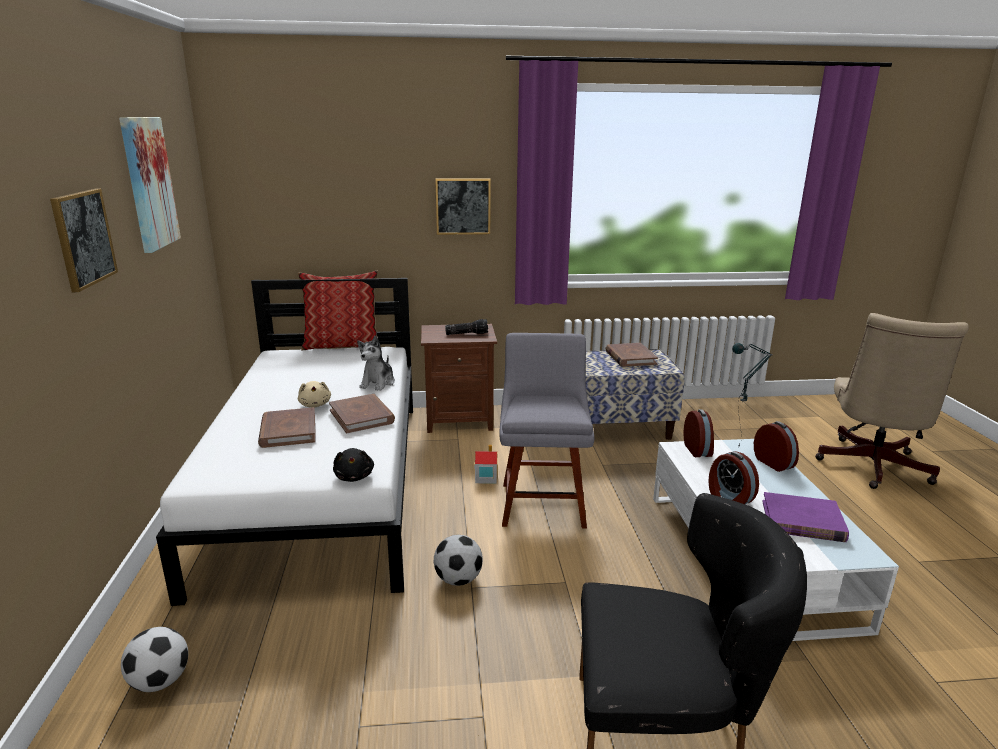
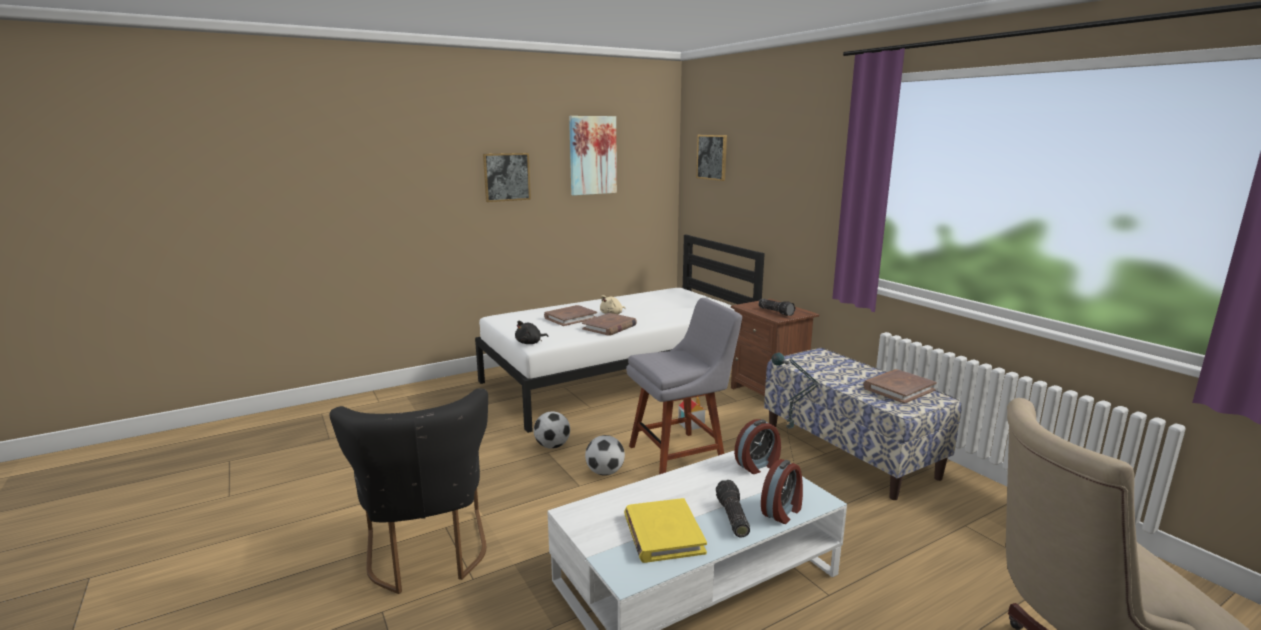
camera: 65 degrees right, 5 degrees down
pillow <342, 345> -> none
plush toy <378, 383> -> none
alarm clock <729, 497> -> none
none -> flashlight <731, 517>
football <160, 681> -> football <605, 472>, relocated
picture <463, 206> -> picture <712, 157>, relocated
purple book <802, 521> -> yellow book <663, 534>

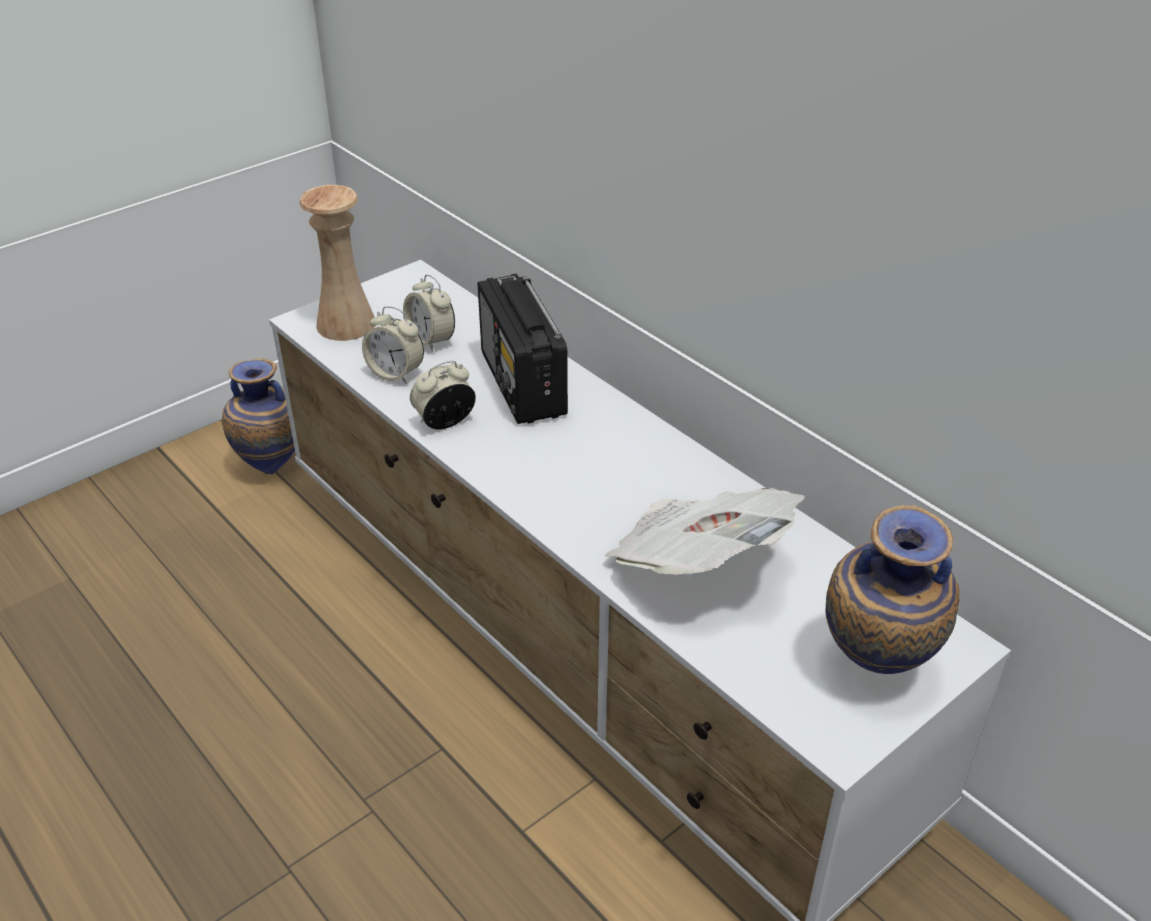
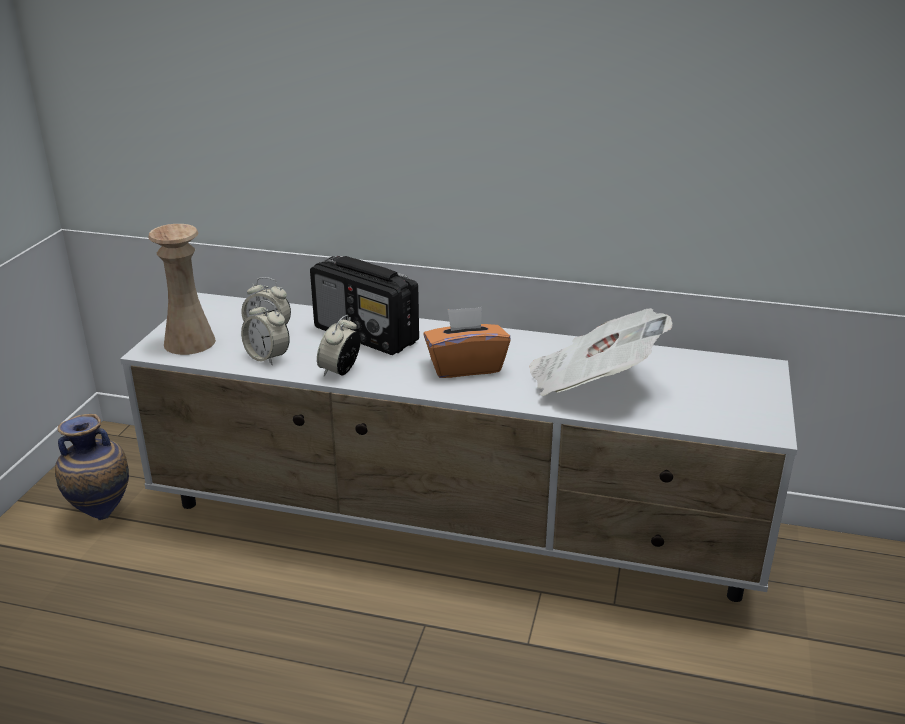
camera: 35 degrees left, 10 degrees down
vase <874, 671> -> none
none -> orange tissue box <465, 366>
alarm clock <395, 373> -> alarm clock <267, 357>, 45 degrees clockwise

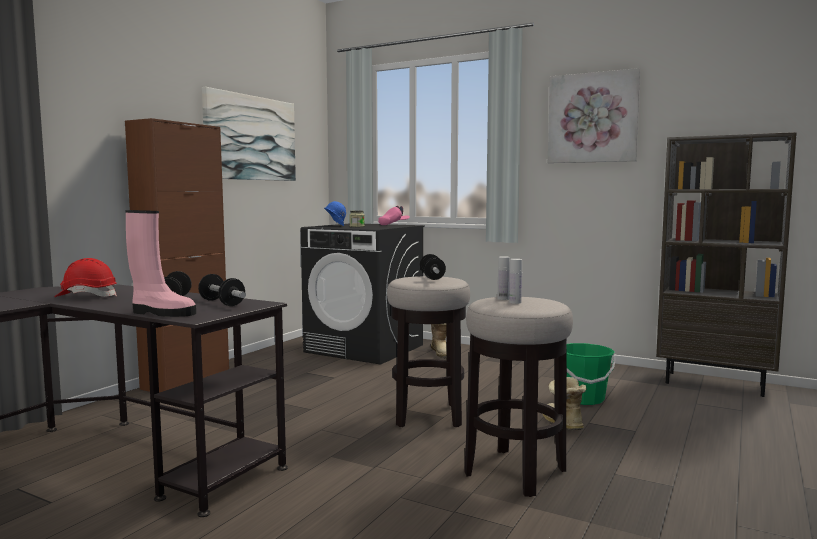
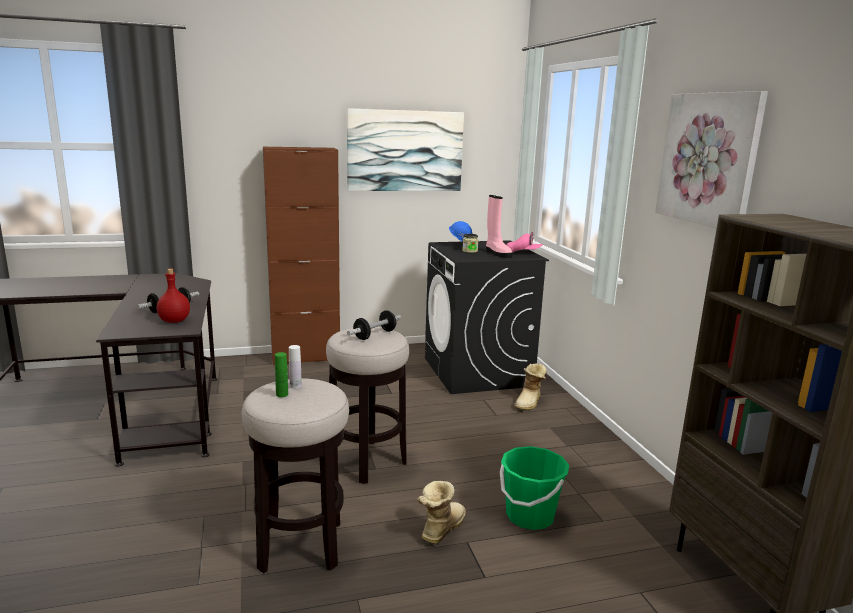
camera: 45 degrees right, 10 degrees up
red hard hat <87, 296> -> none
pink boot <161, 313> -> pink boot <497, 253>, relocated
dumbbell <222, 303> -> red bottle <175, 321>
white bottle <515, 302> -> green bottle <282, 394>

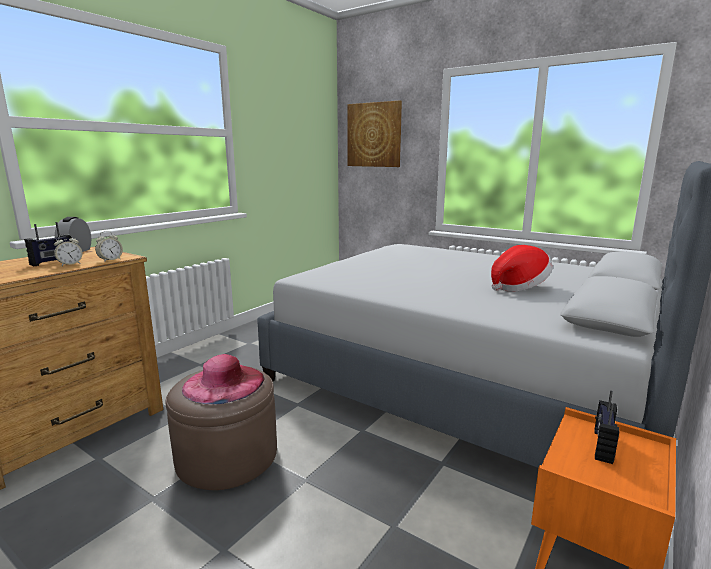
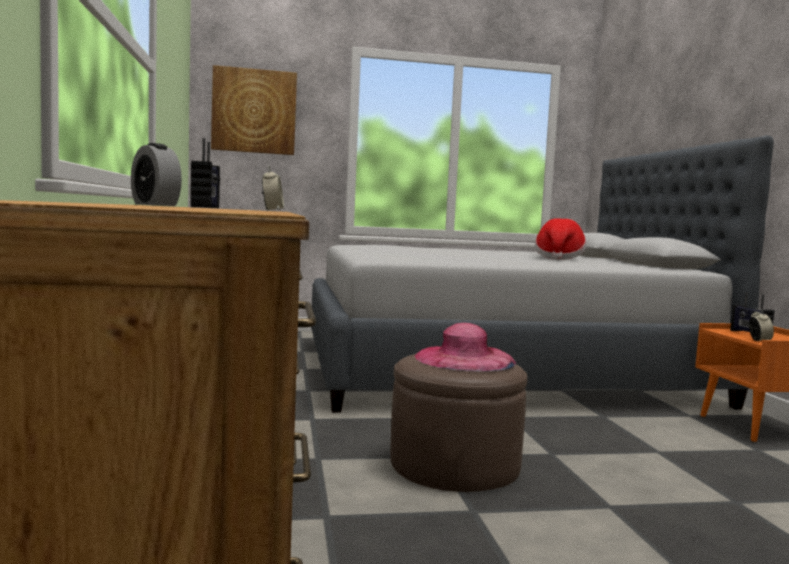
camera: 45 degrees left, 10 degrees down
alarm clock <70, 264> -> alarm clock <759, 341>, relocated

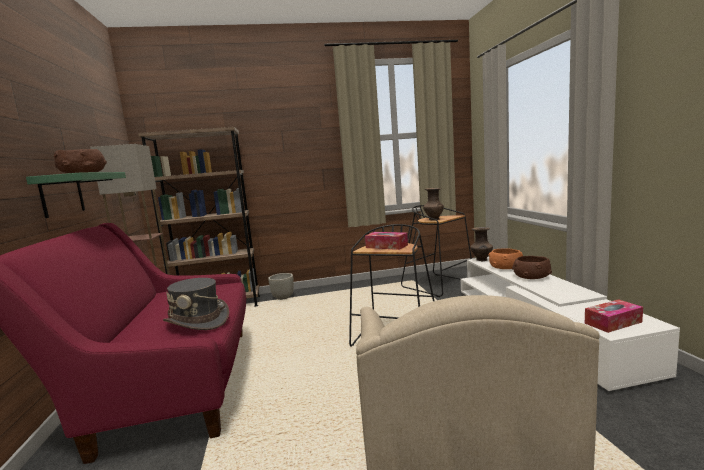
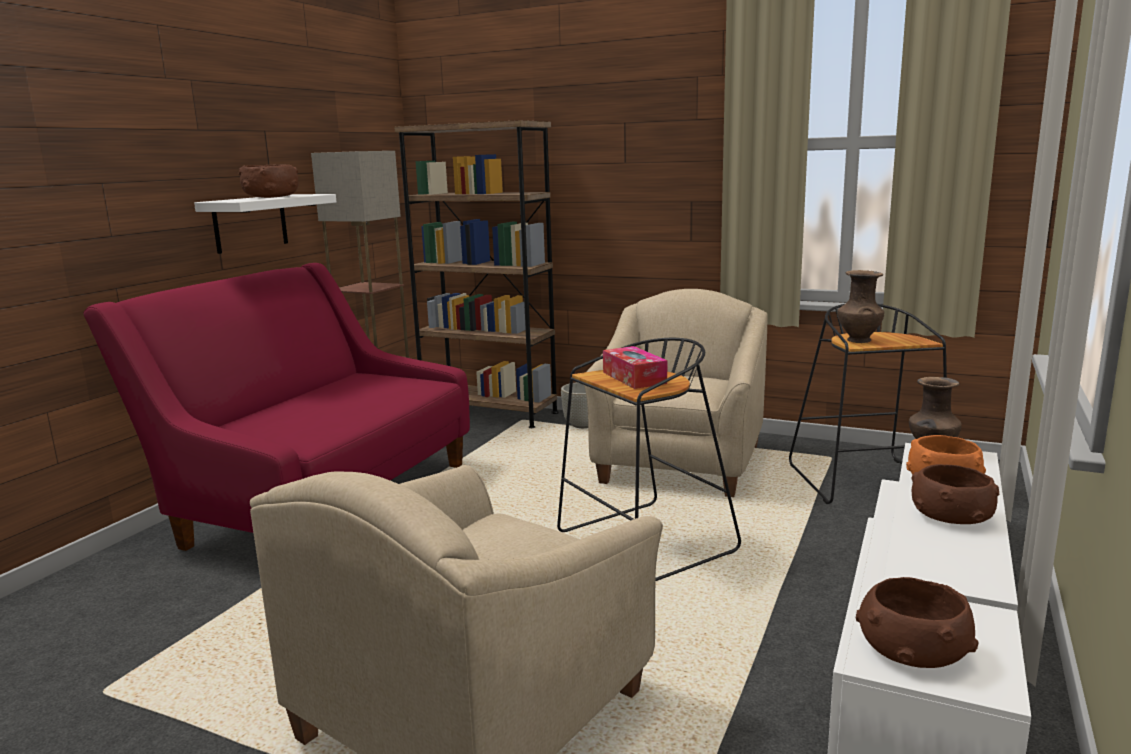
camera: 35 degrees right, 5 degrees up
grey hat <198, 321> -> none
none -> beige armchair <679, 464>
tissue box <613, 322> -> brown bowl <912, 650>
green shelf <62, 195> -> white shelf <250, 223>

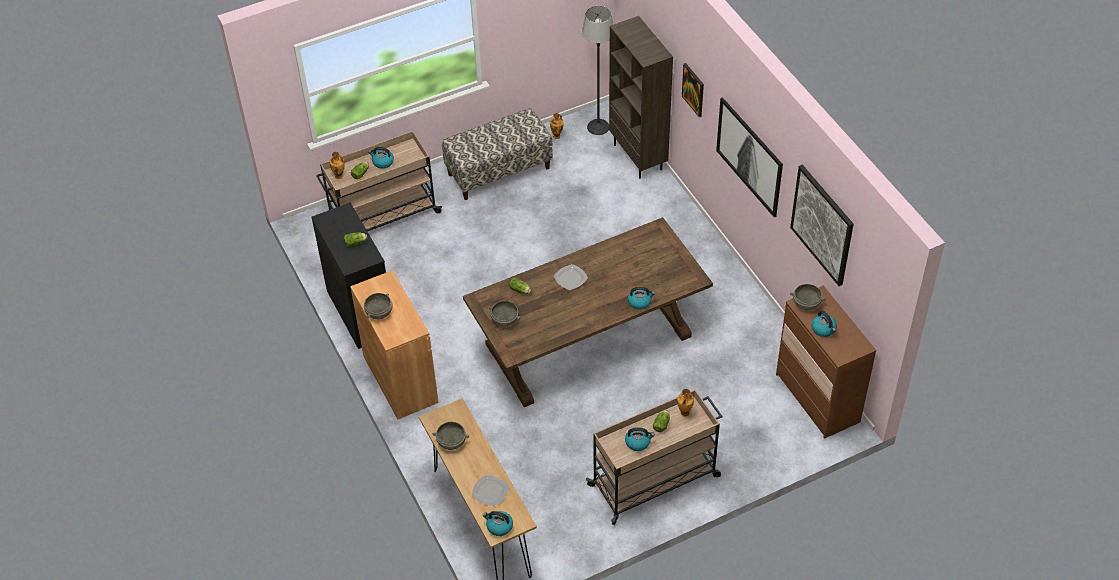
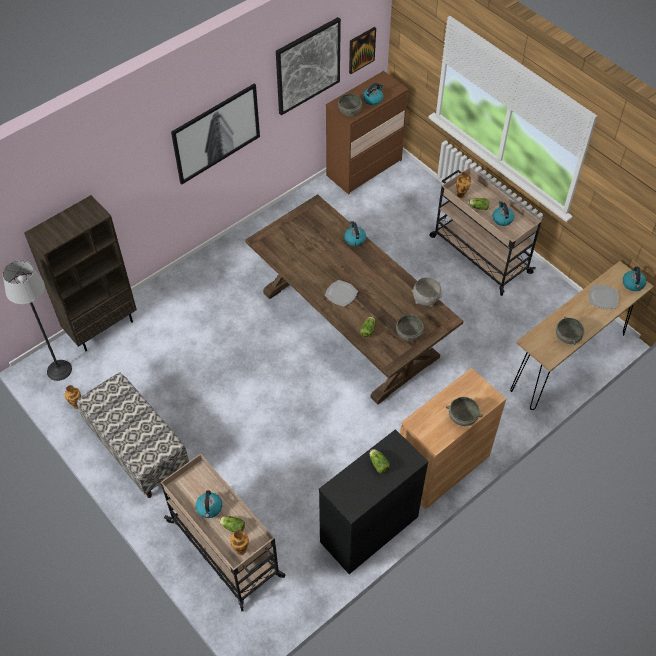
camera: 105 degrees left, 5 degrees up
none -> grey bowl <425, 300>
picture <693, 89> -> picture <361, 50>, relocated

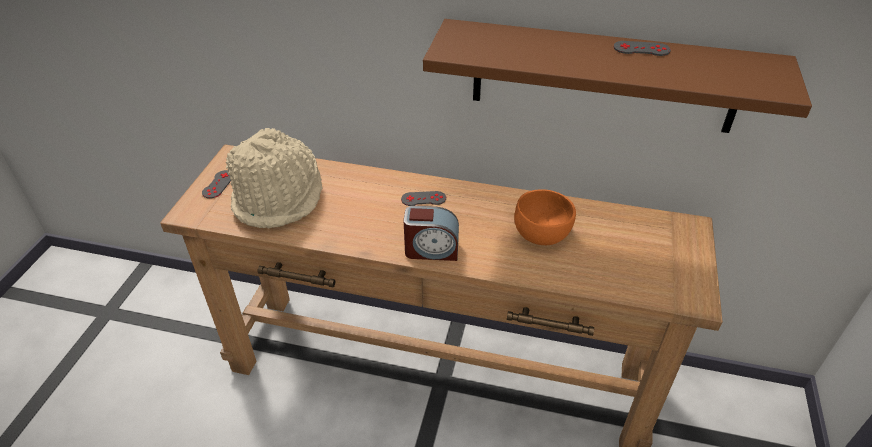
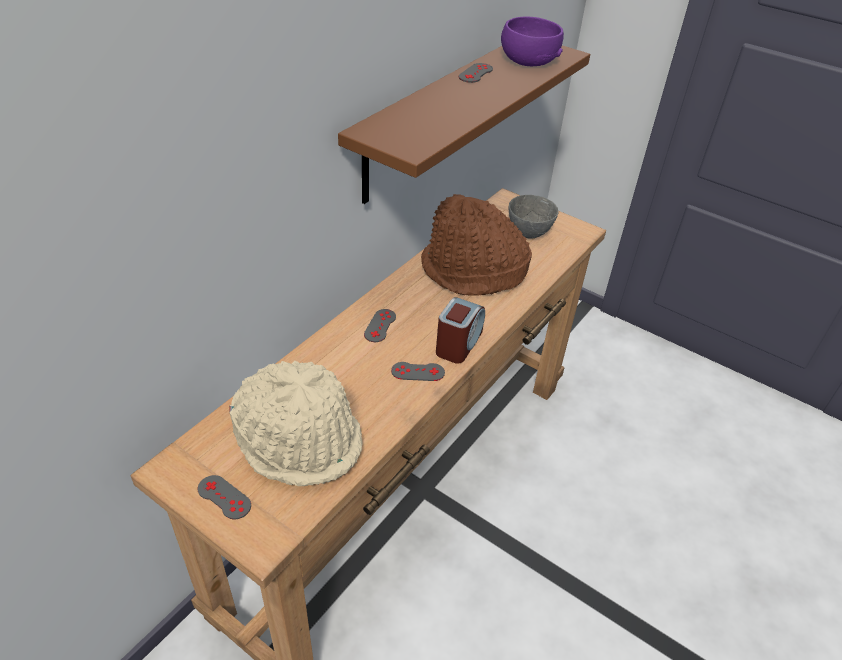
camera: 70 degrees left, 0 degrees up
none -> grey game controller <418, 372>
none -> purple bowl <528, 60>
none -> grey bowl <527, 233>
orange bowl <542, 233> -> brown hat <473, 272>

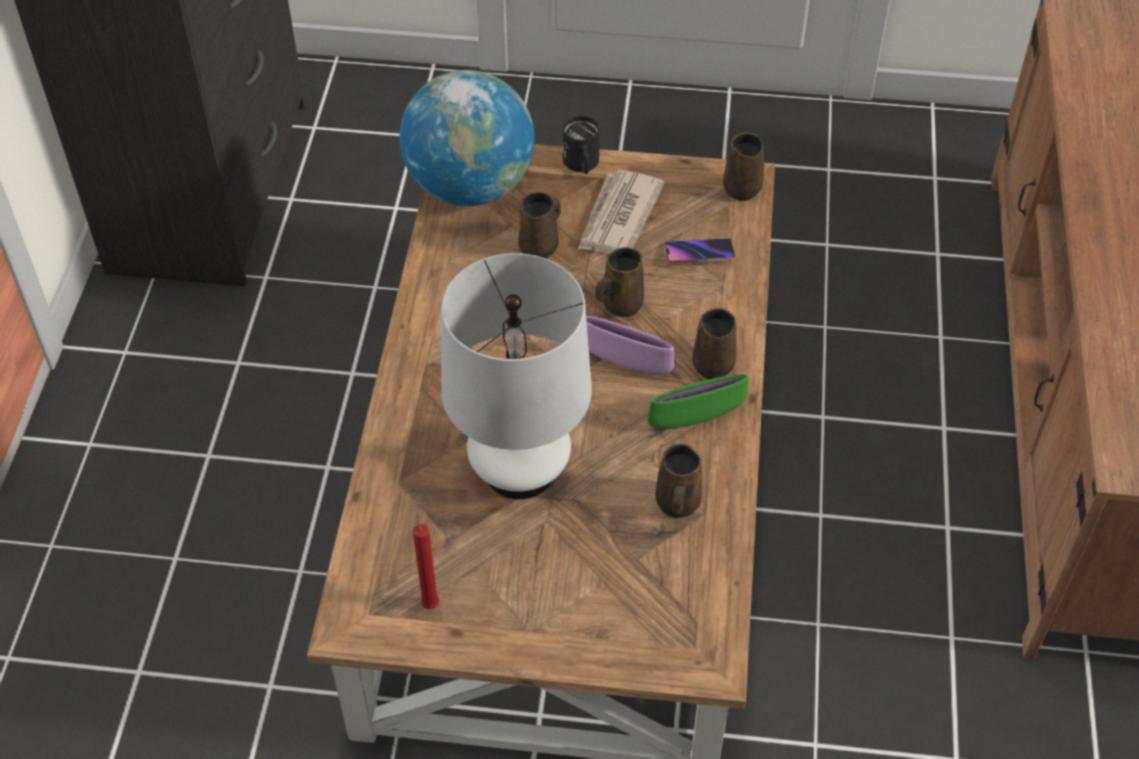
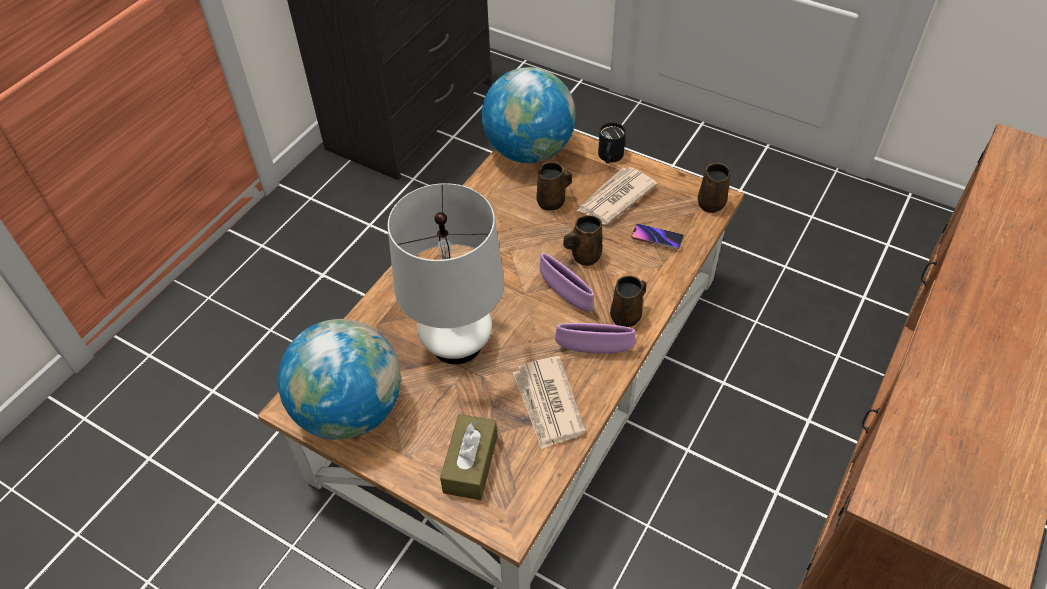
camera: 25 degrees right, 0 degrees up
none -> brown tissue box <470, 464>
red candle <430, 602> -> globe <350, 410>
brown mug <677, 504> -> newspaper <548, 404>
green bowl <696, 418> -> purple bowl <594, 349>

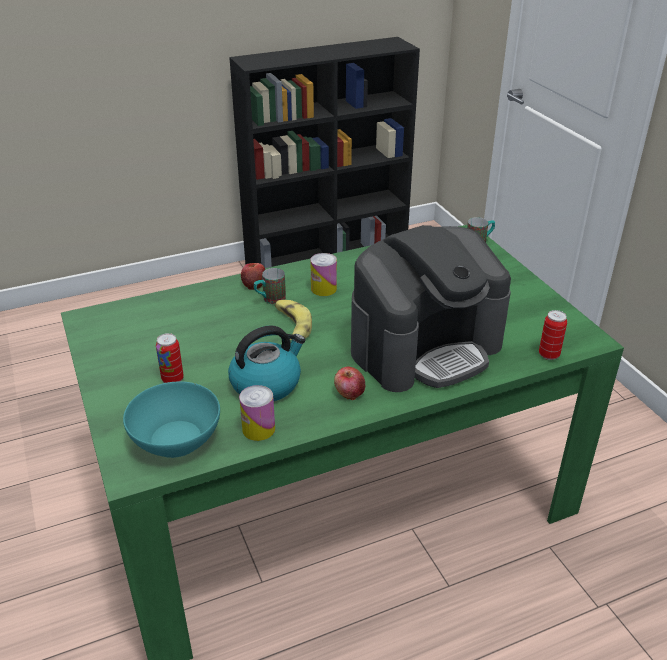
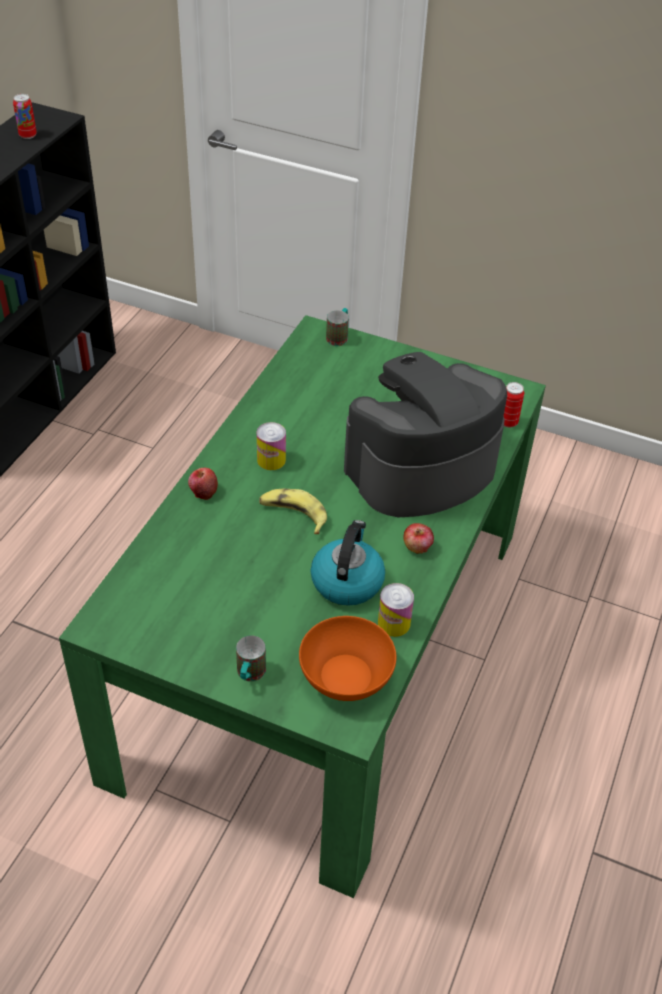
camera: 45 degrees left, 10 degrees up
can <172, 379> -> can <28, 135>, relocated
mug <270, 300> -> mug <249, 675>, relocated
turquoise bowl <176, 439> -> orange bowl <345, 676>
coffee machine <425, 347> -> coffee machine <420, 469>, 135 degrees counterclockwise

